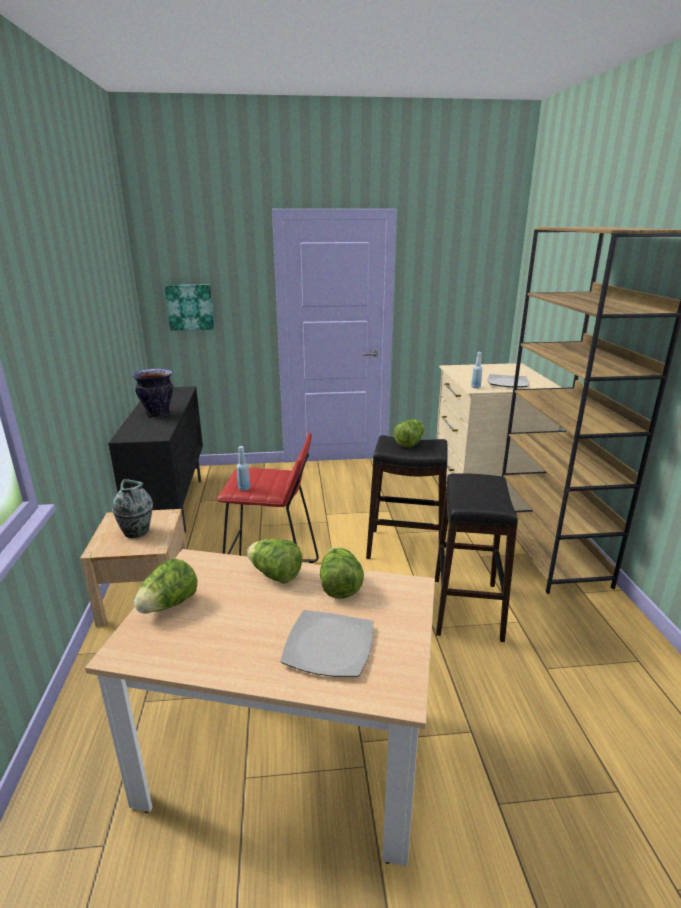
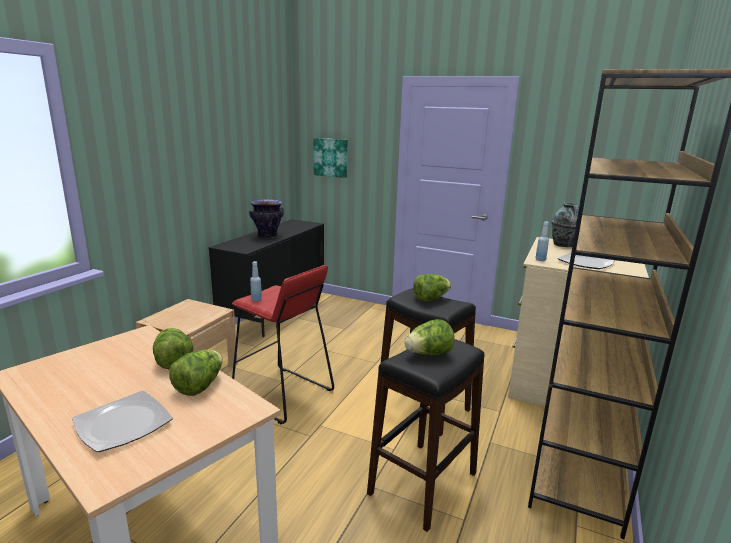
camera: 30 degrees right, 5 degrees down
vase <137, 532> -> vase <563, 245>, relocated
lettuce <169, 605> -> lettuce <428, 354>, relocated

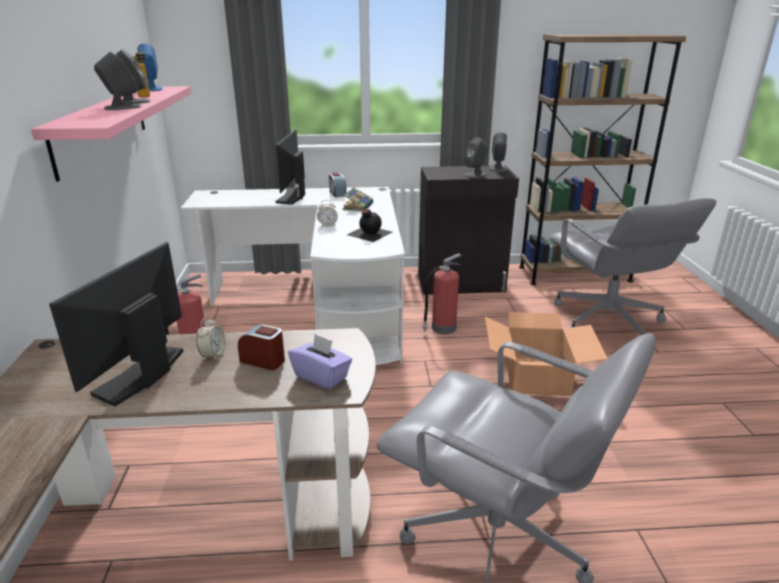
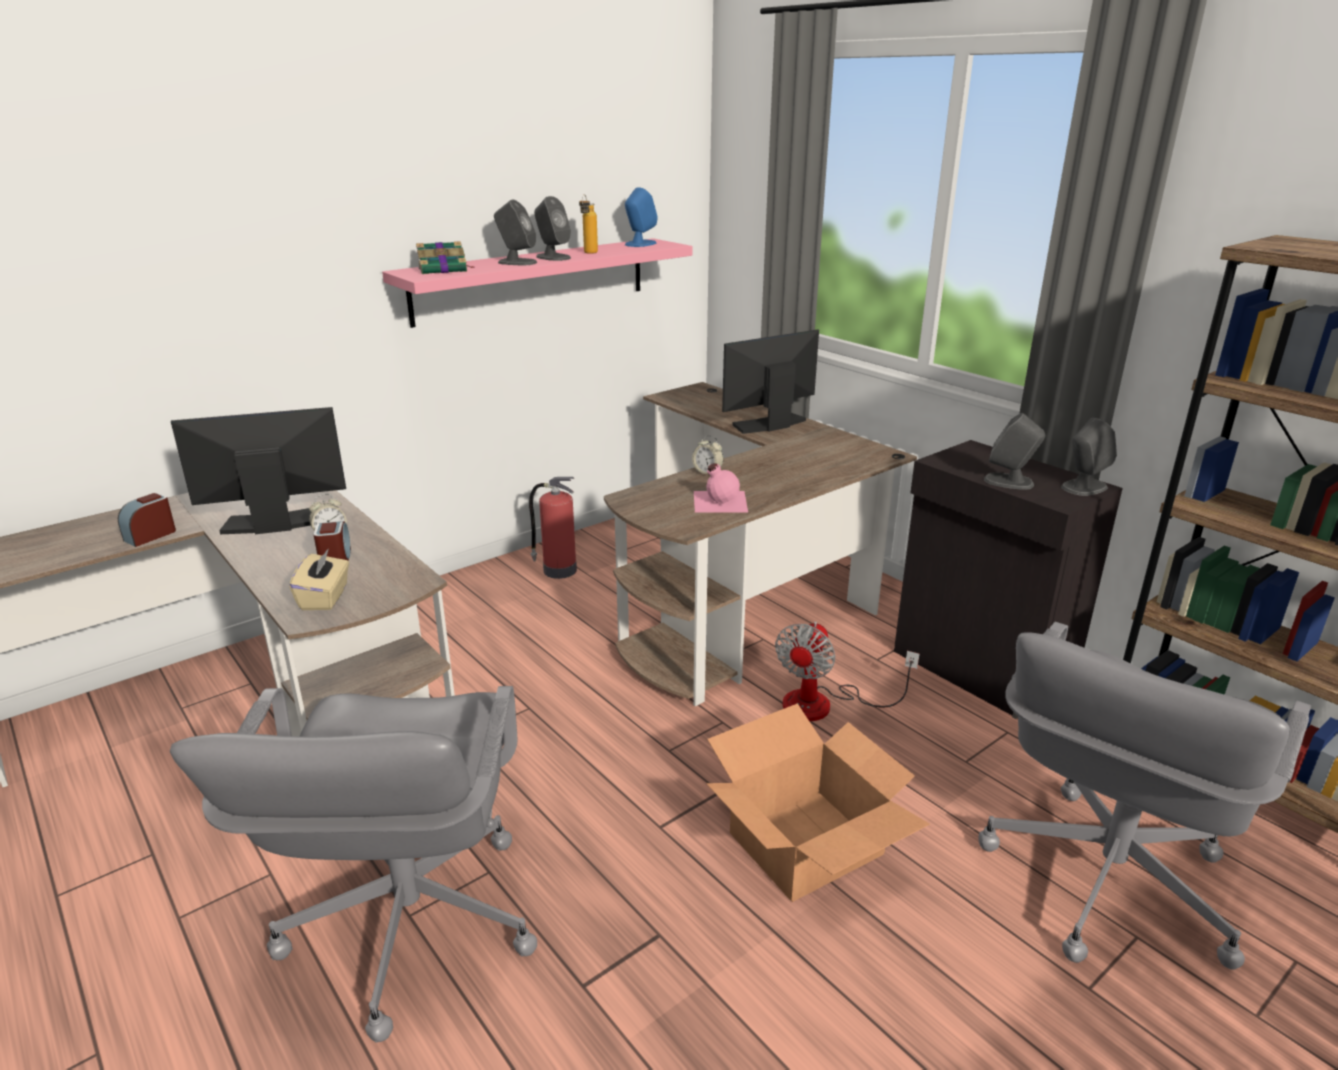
camera: 55 degrees right, 0 degrees up
alarm clock <337, 194> -> alarm clock <150, 535>, relocated
book <358, 206> -> book <444, 270>, relocated
fire extinguisher <442, 328> -> fan <824, 704>
white desk <323, 308> -> brown desk <746, 596>
purple tissue box <321, 376> -> beige tissue box <325, 598>
black bottle <368, 233> -> pink bottle <719, 501>

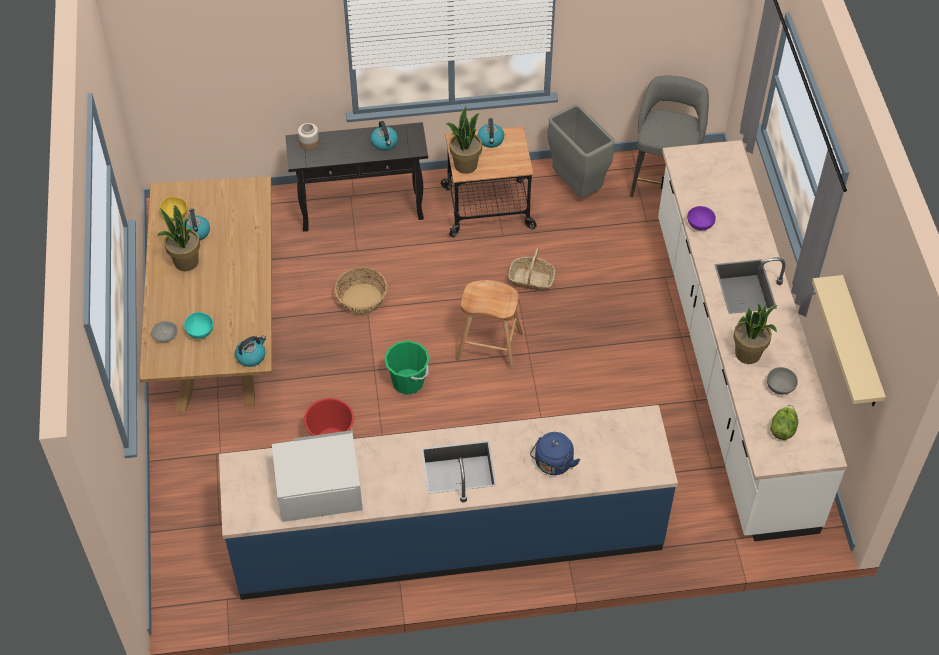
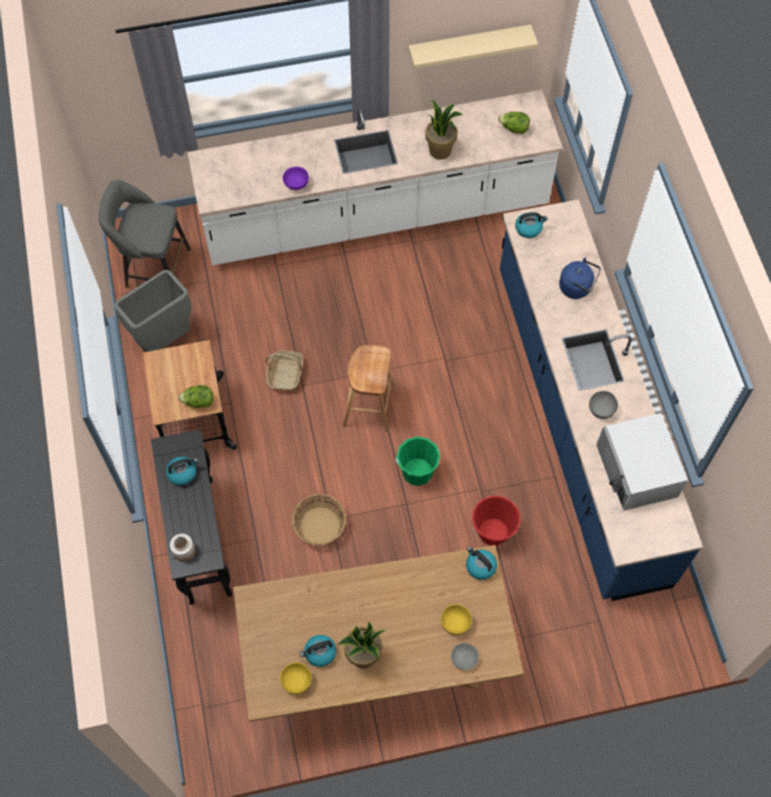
camera: 95 degrees left, 10 degrees up
kettle <491, 140> -> kettle <529, 228>, relocated
grey bowl <780, 388> -> grey bowl <602, 409>, relocated
potted plant <465, 165> -> lettuce <198, 402>
turquoise bowl <200, 331> -> yellow bowl <454, 622>

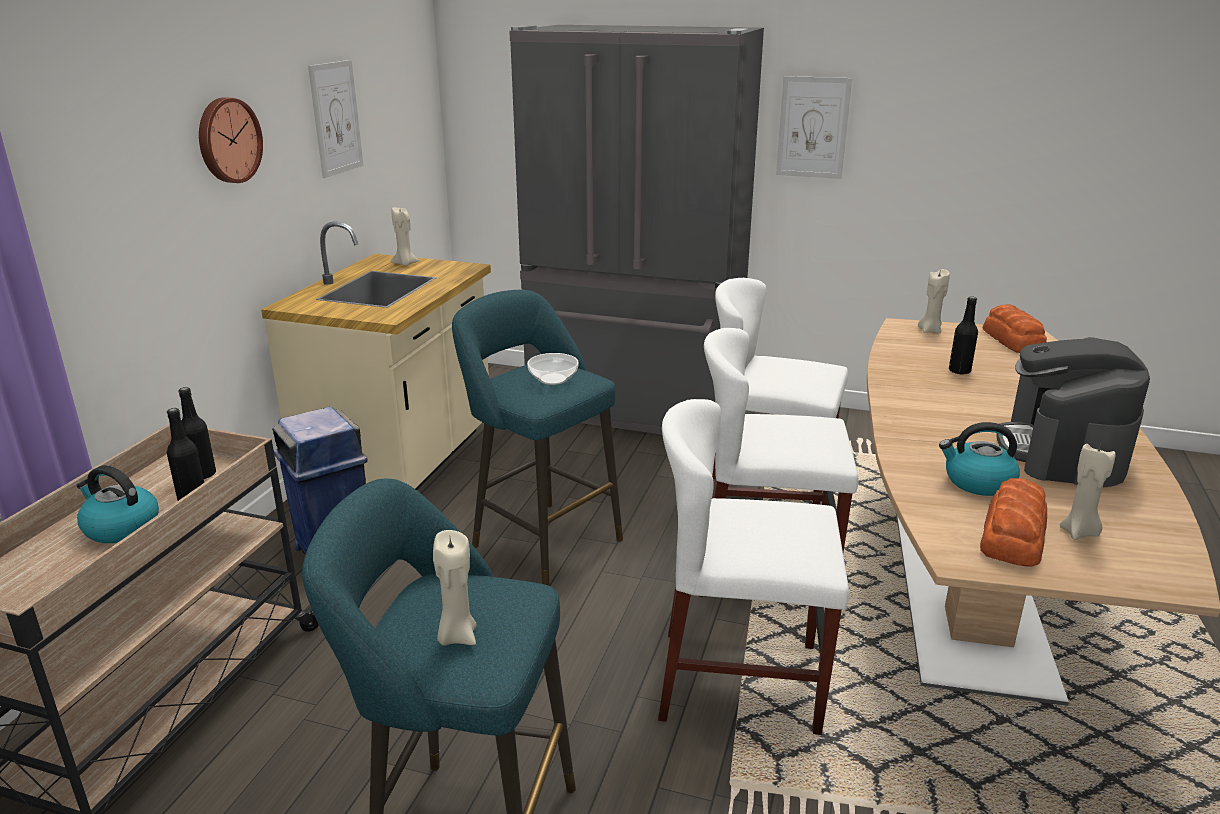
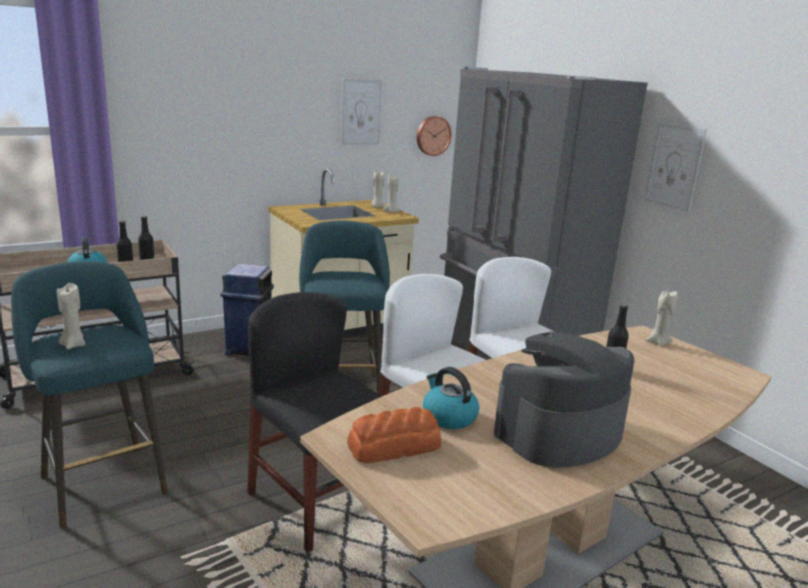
camera: 40 degrees right, 5 degrees down
bowl <553, 379> -> none
bread <1013, 340> -> none
wall clock <227, 140> -> wall clock <432, 135>, relocated
beige candle <1079, 533> -> beige candle <391, 212>, relocated
white chair <740, 681> -> black chair <316, 503>

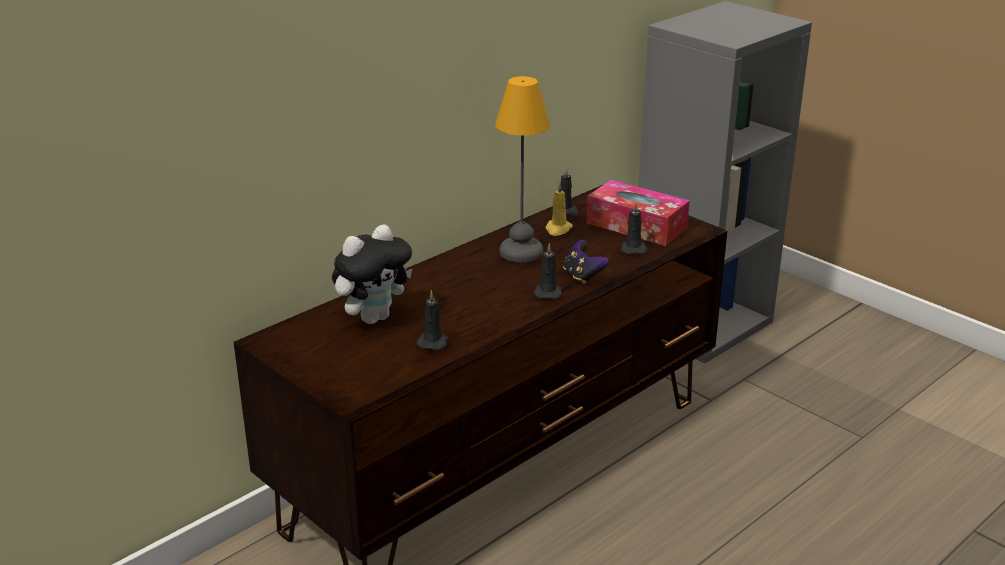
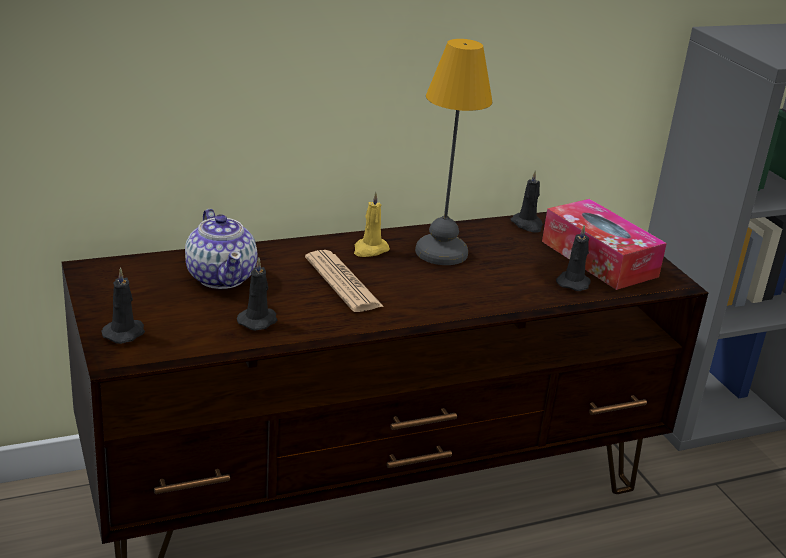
camera: 20 degrees right, 0 degrees up
game controller <582, 276> -> none
none -> newspaper <343, 282>
black candle <548, 292> -> black candle <125, 333>, relocated
yellow candle <558, 229> -> yellow candle <370, 250>, relocated
plush toy <374, 317> -> teapot <221, 277>

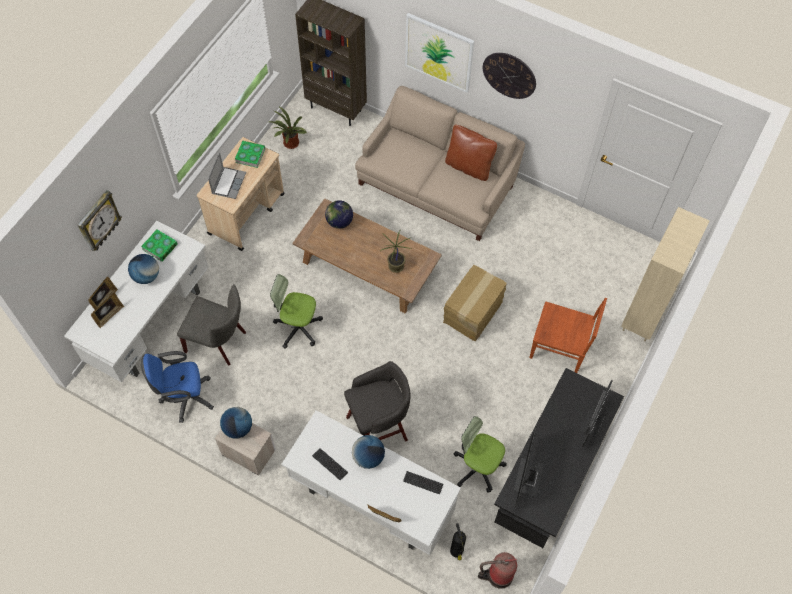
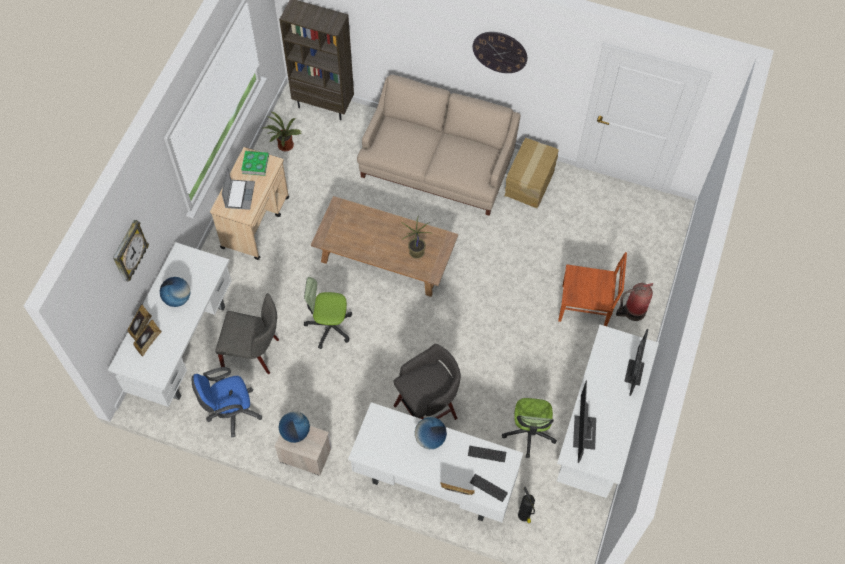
camera: 10 degrees left, 0 degrees up
book <160, 247> -> none
globe <339, 222> -> none
picture <439, 52> -> none
brown pillow <469, 166> -> none
beige bookcase <644, 316> -> none
keyboard <330, 464> -> keyboard <488, 488>, relocated
cardboard box <473, 312> -> cardboard box <530, 183>, relocated
fire extinguisher <497, 575> -> fire extinguisher <632, 311>, relocated
black desk <549, 476> -> white desk <598, 430>
office chair <478, 467> -> office chair <529, 433>, 105 degrees counterclockwise

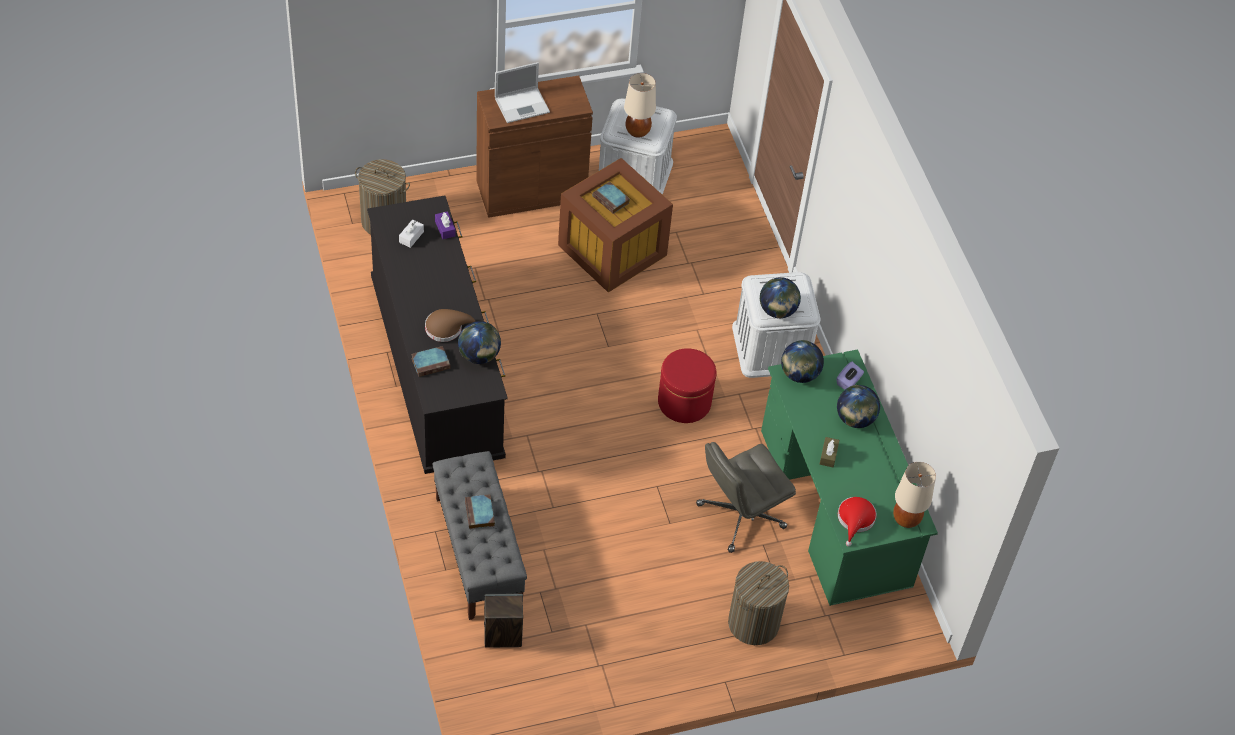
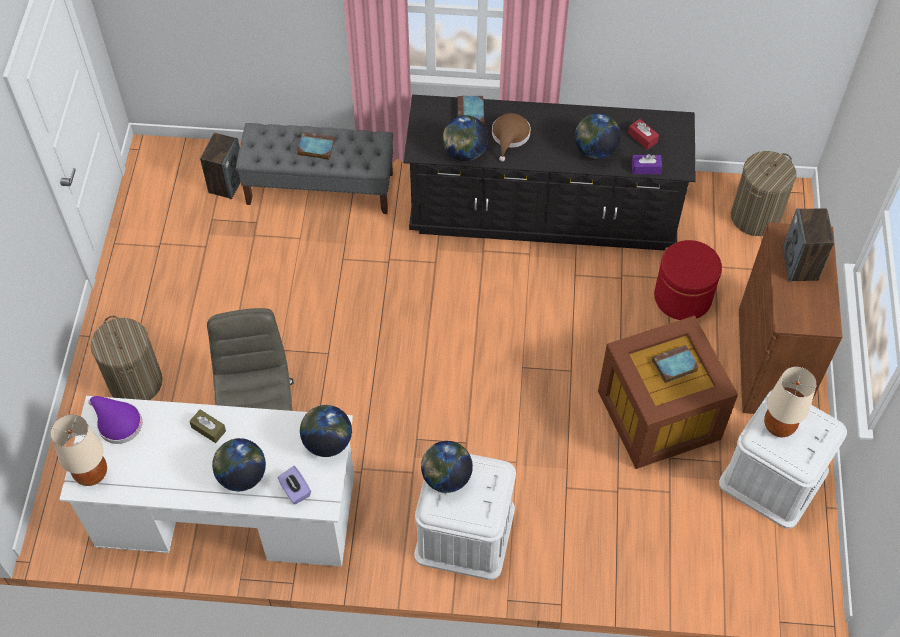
camera: 115 degrees right, 5 degrees up
none -> globe <595, 151>
red ottoman <684, 402> -> red ottoman <682, 297>, relocated
laptop <523, 105> -> speaker <800, 264>
white tissue box <411, 237> -> red tissue box <642, 138>
green desk <835, 508> -> white desk <227, 512>
red hat <855, 520> -> purple hat <117, 423>

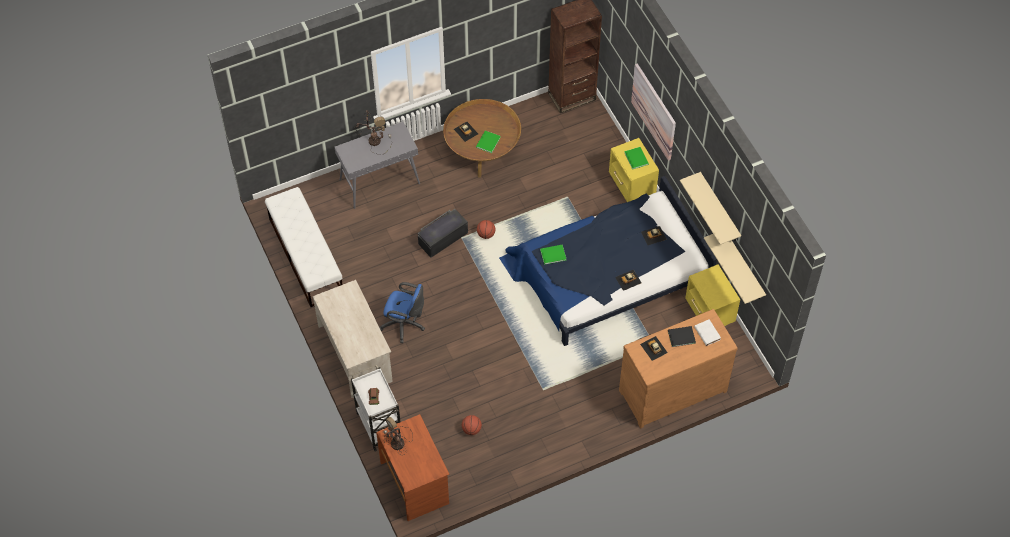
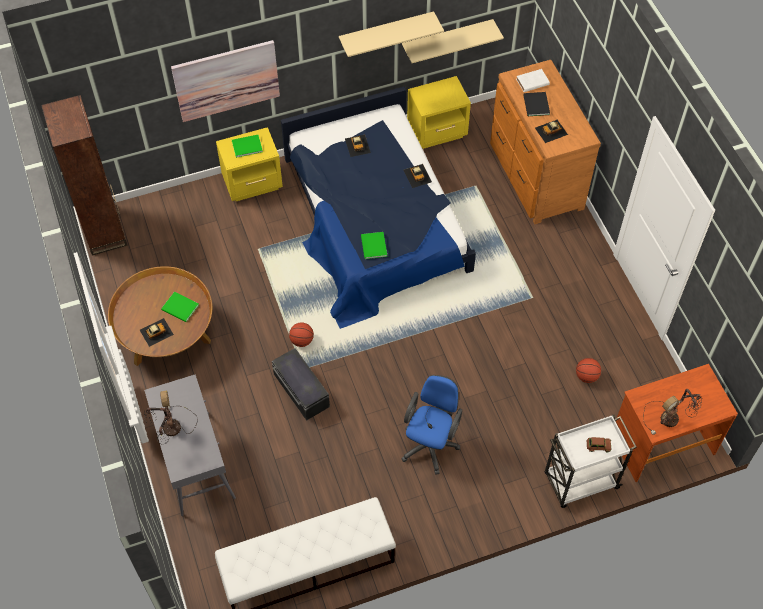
camera: 85 degrees left, 0 degrees up
beige desk <356, 353> -> none

